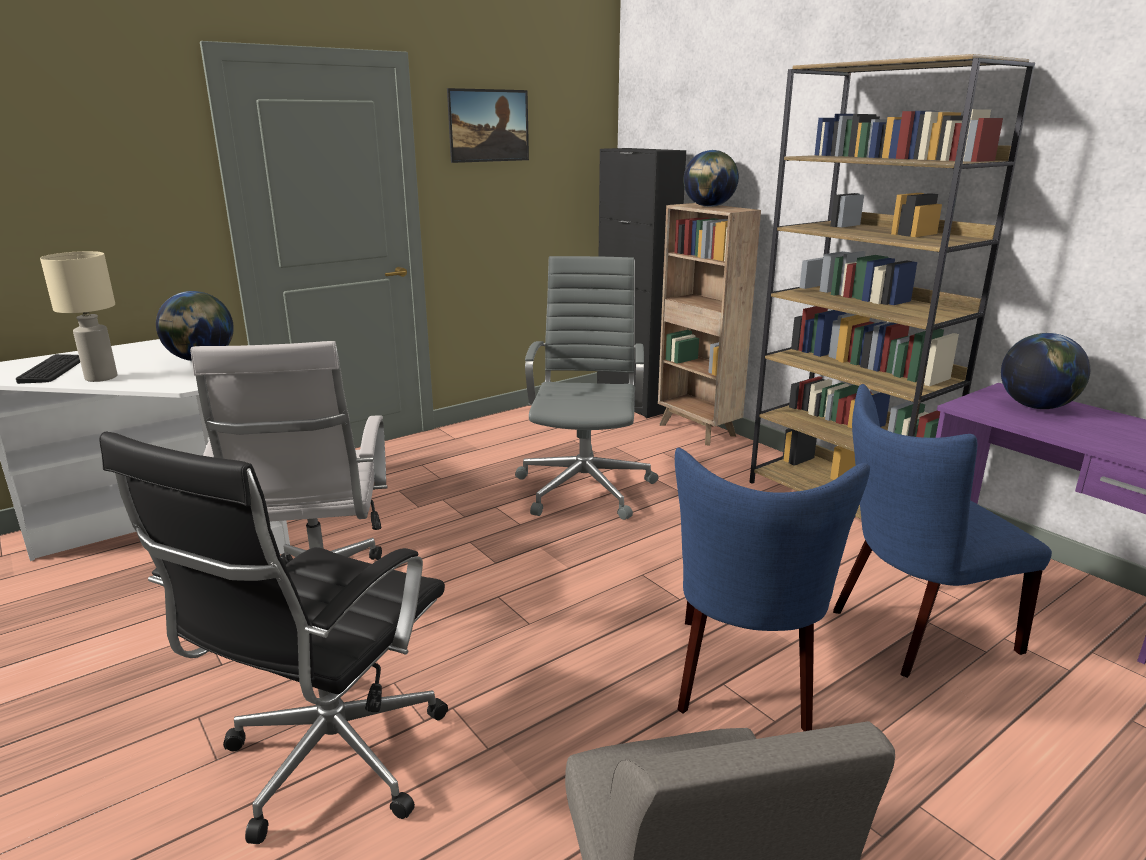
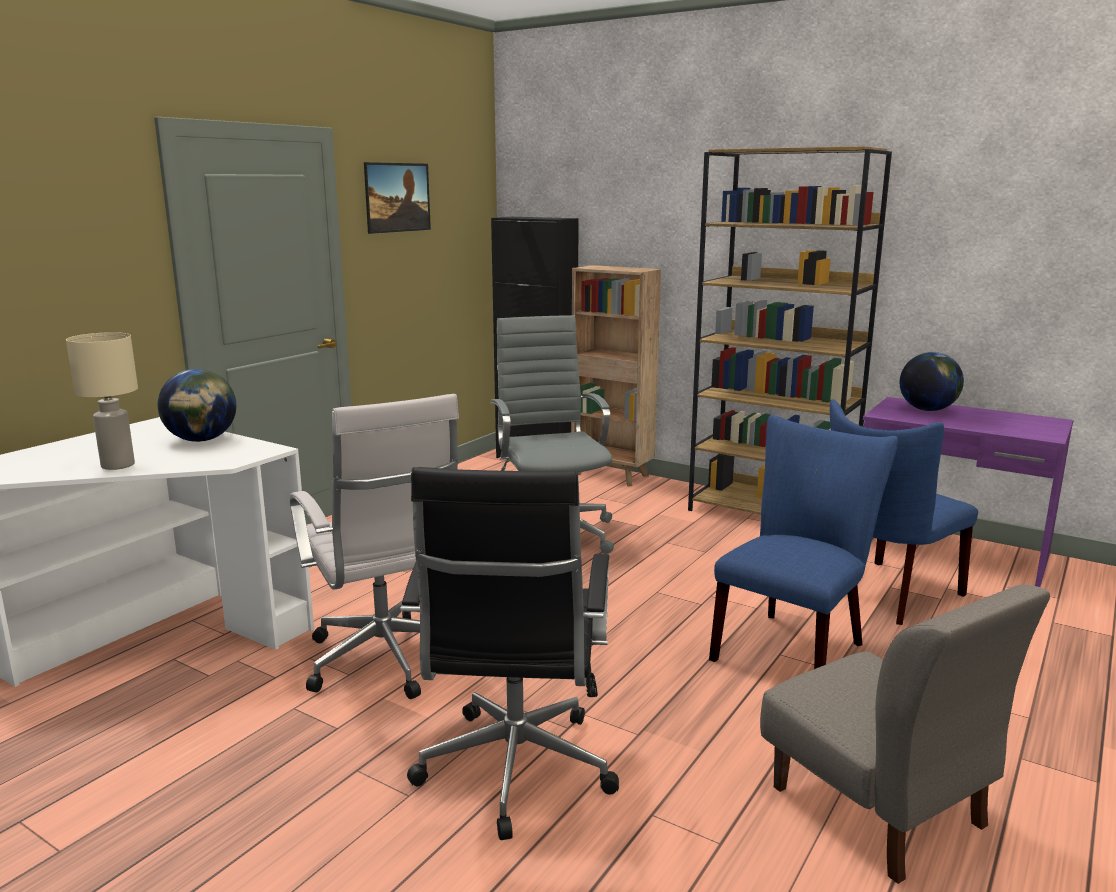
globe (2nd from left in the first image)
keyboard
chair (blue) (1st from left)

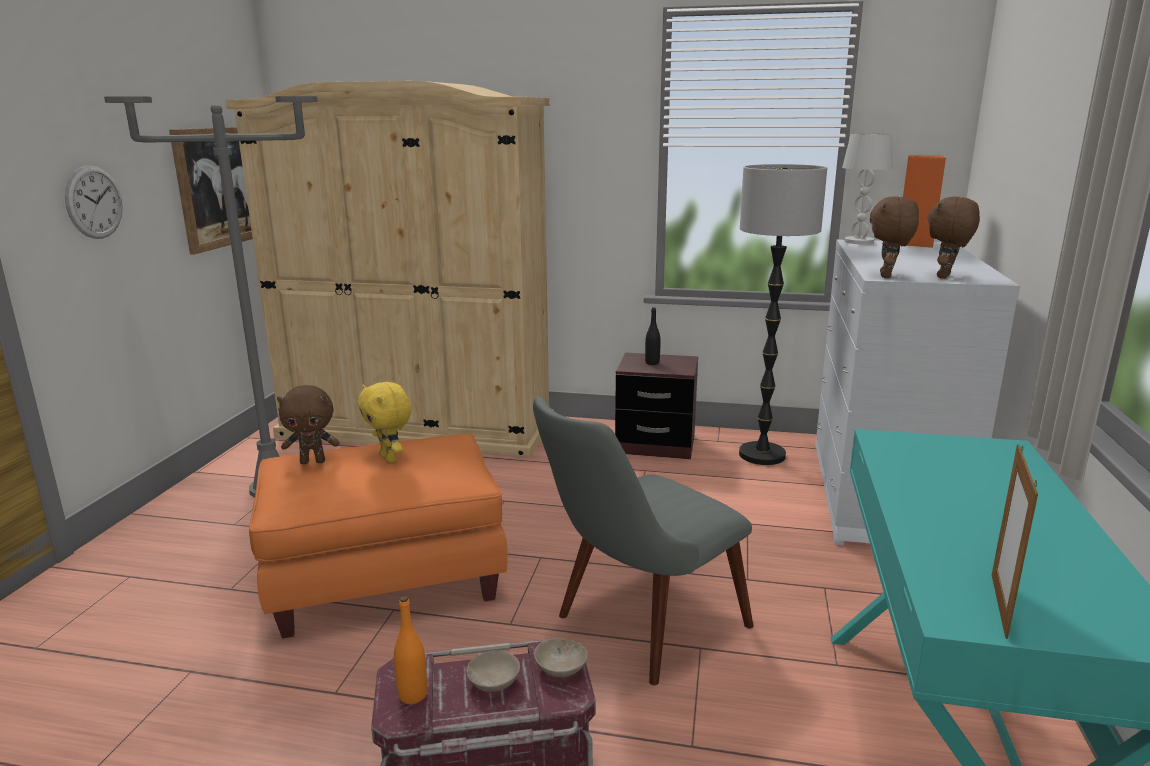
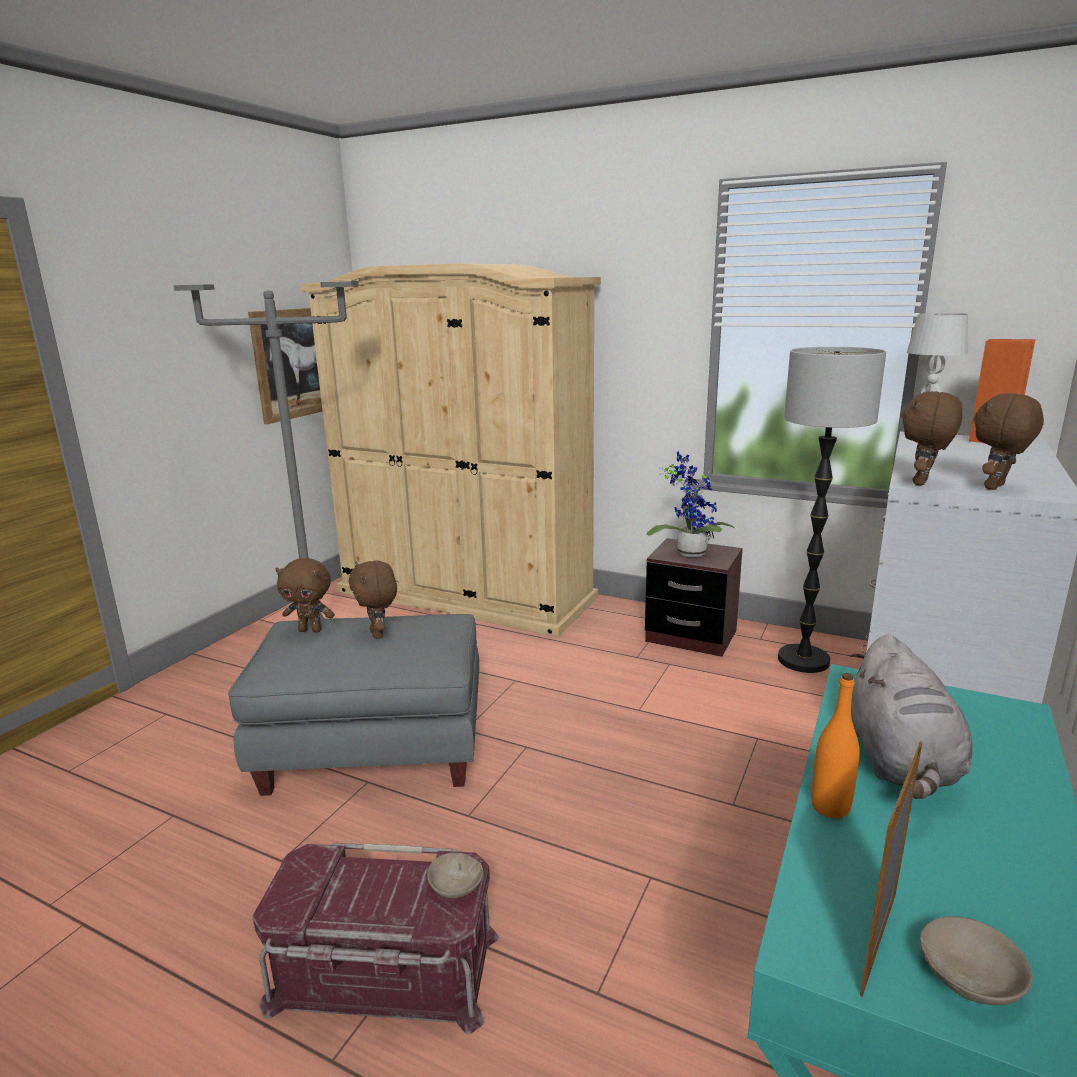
wall clock
potted plant
plush toy (brown) (2nd from left)
chair (grey)
ottoman (grey)
bottle (orange)
bowl (beige) (2nd from left)
plush toy (grey)

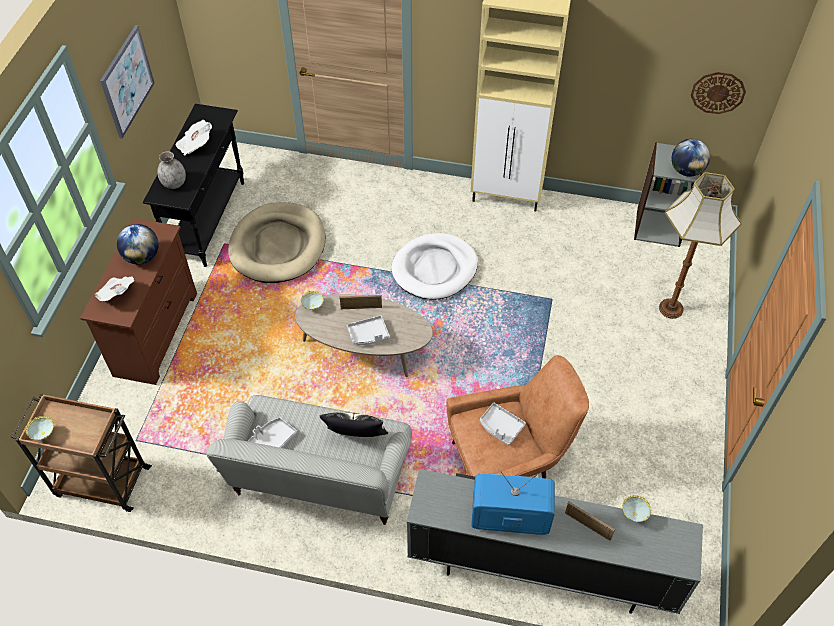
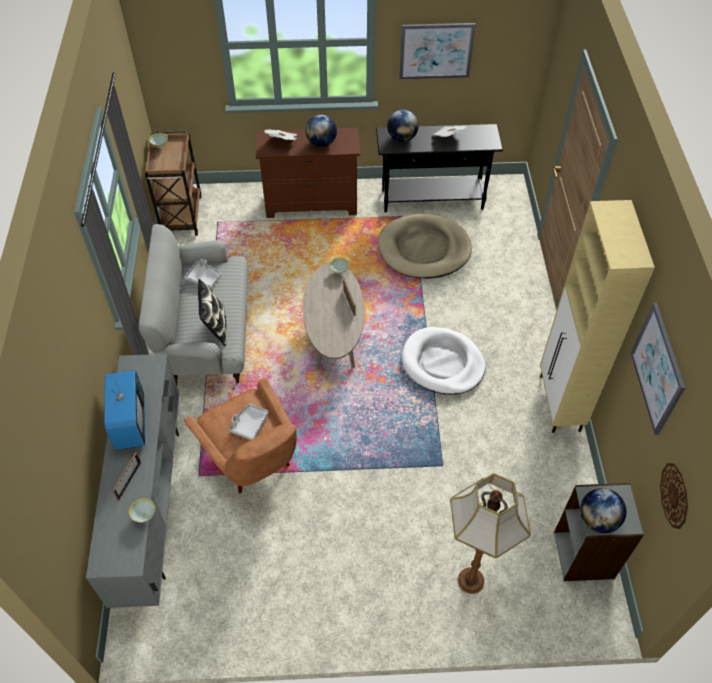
globe (2nd from left)
tray (grey) (2nd from left in the first image)
picture (2nd from left)

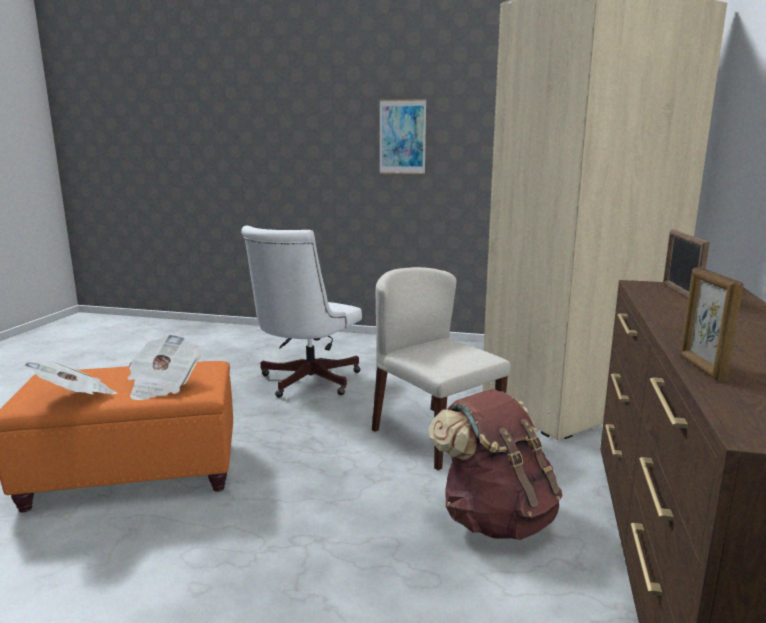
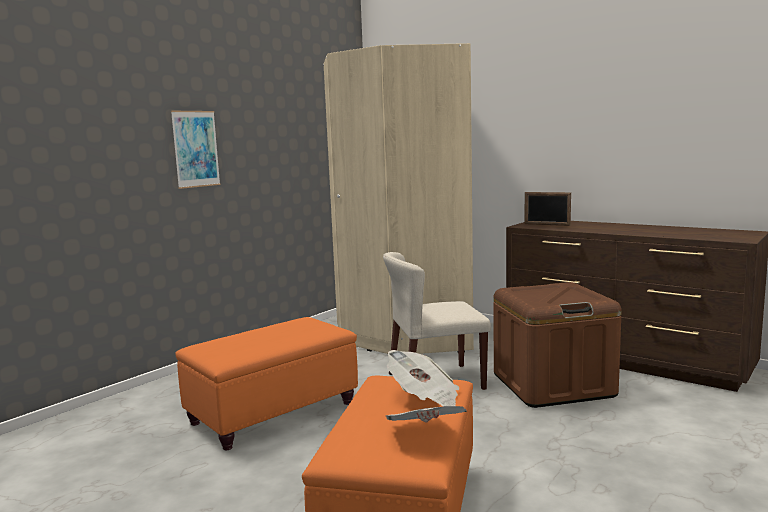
ottoman (orange) (1st from left)
picture frame (2nd from left in the first image)
storage box (brown)

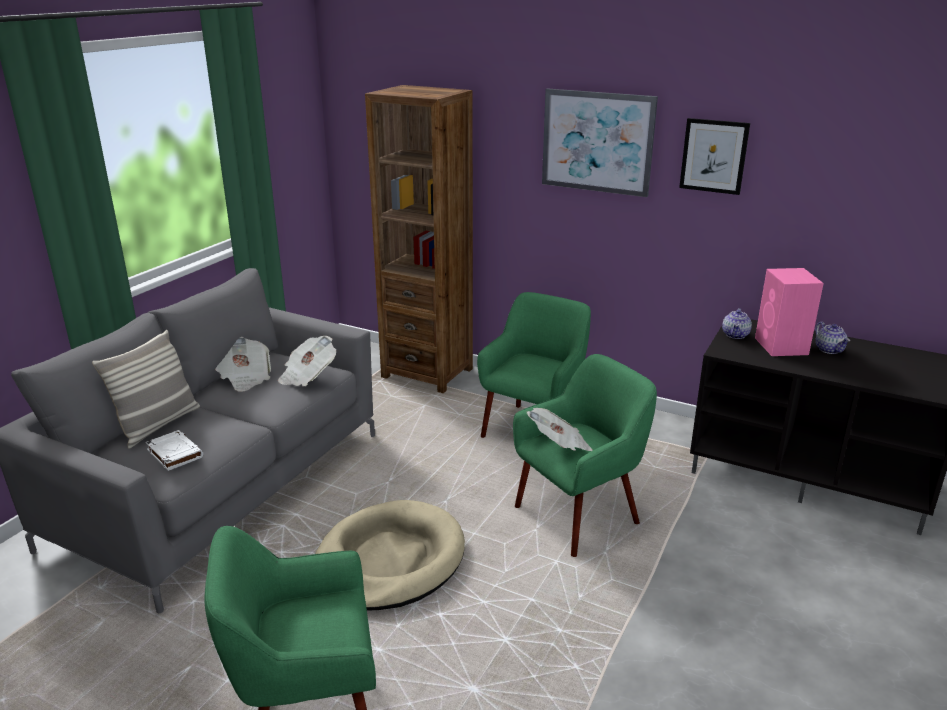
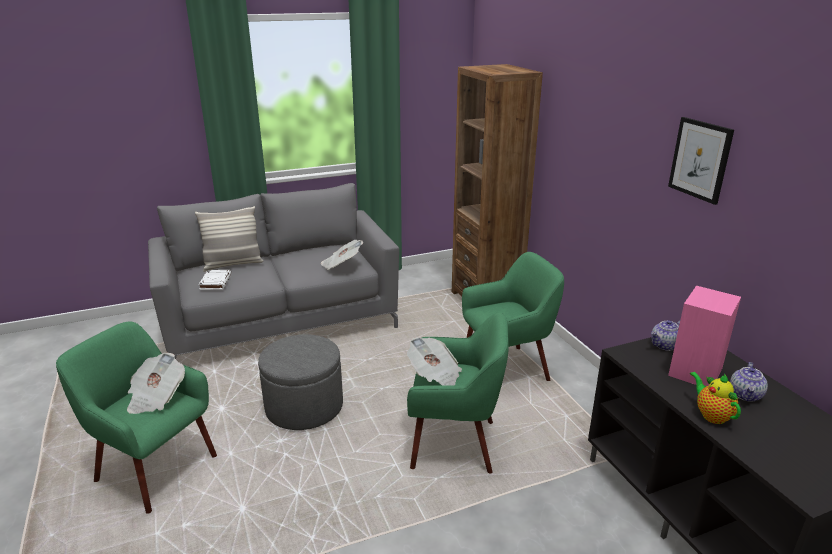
picture (1st from left in the first image)
newspaper (1st from left)
ottoman (grey)
teapot (2nd from left)

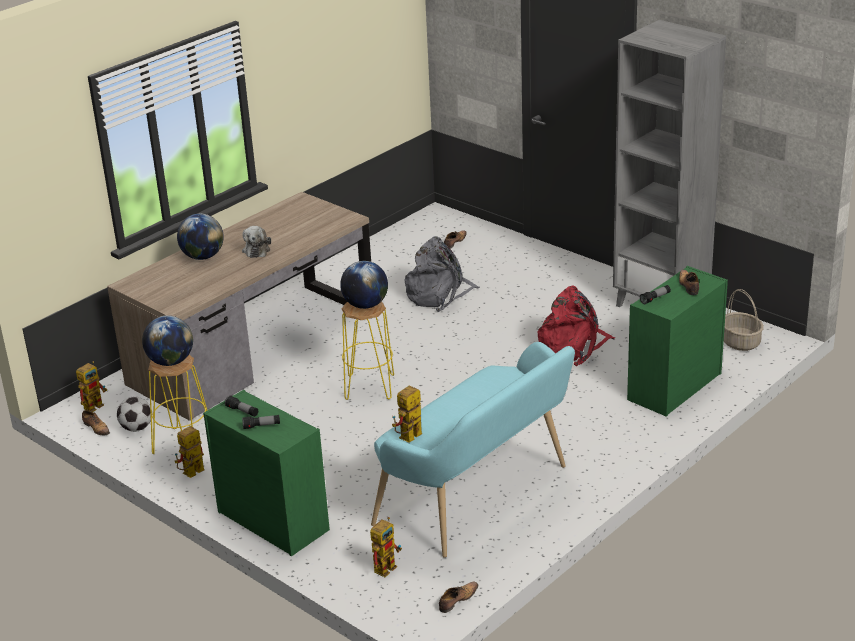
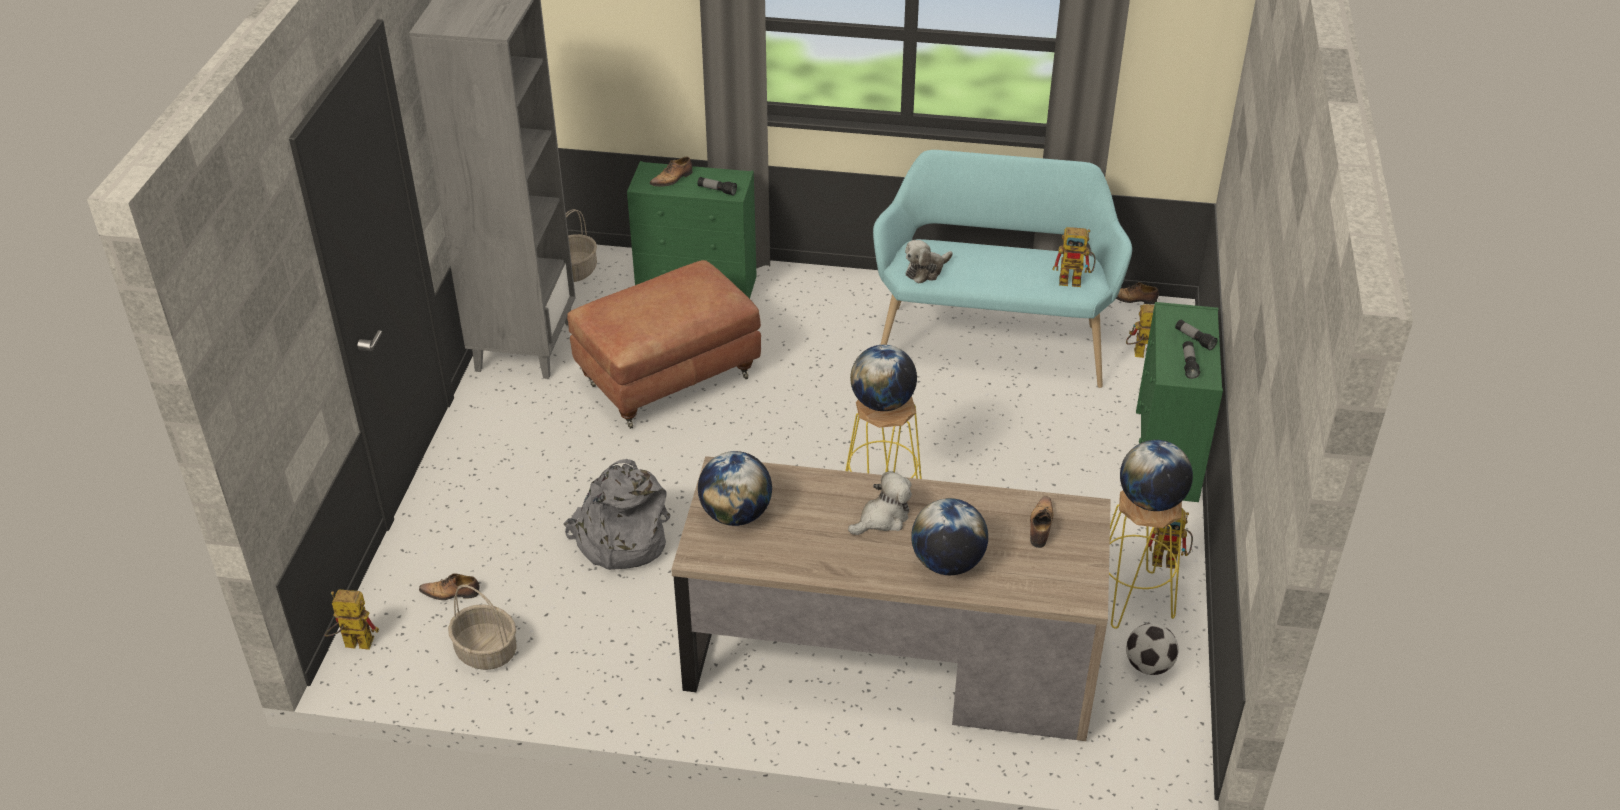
ottoman (brown)
toy robot (1st from left)
shoe (3rd from left)
plush toy (2nd from left)
globe (1st from left)
basket (1st from left)

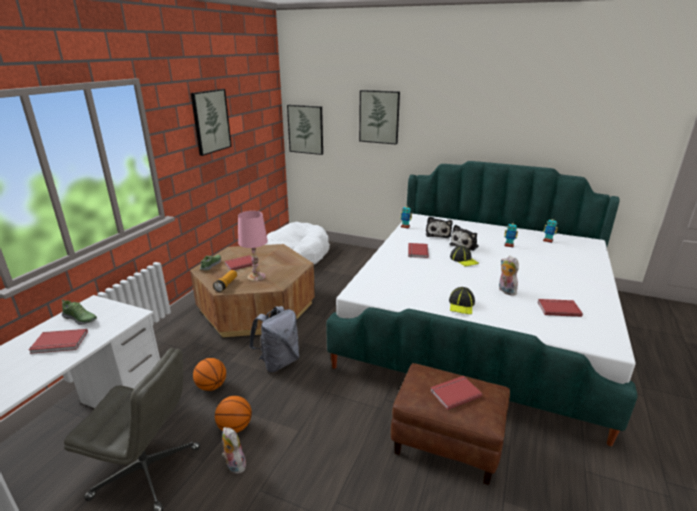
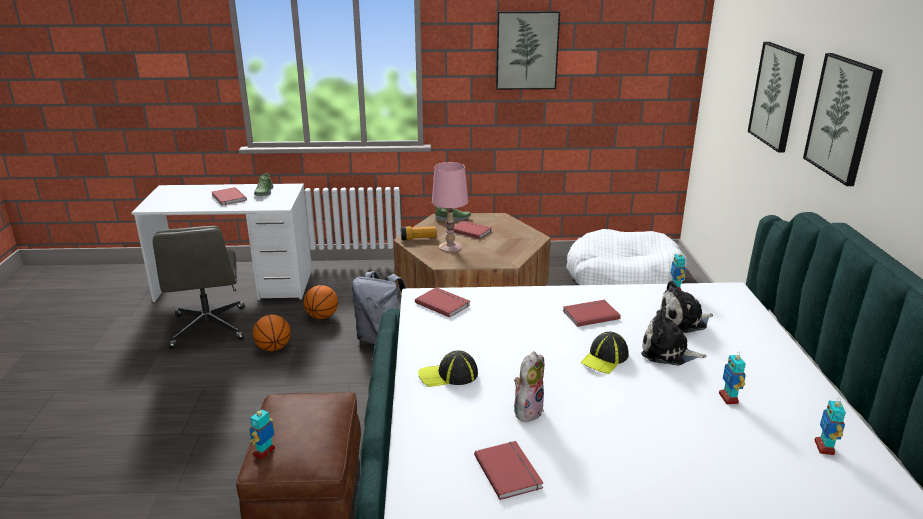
picture (3rd from left)
book (red) (2nd from left)
plush toy (1st from left in the first image)
toy robot (1st from left)

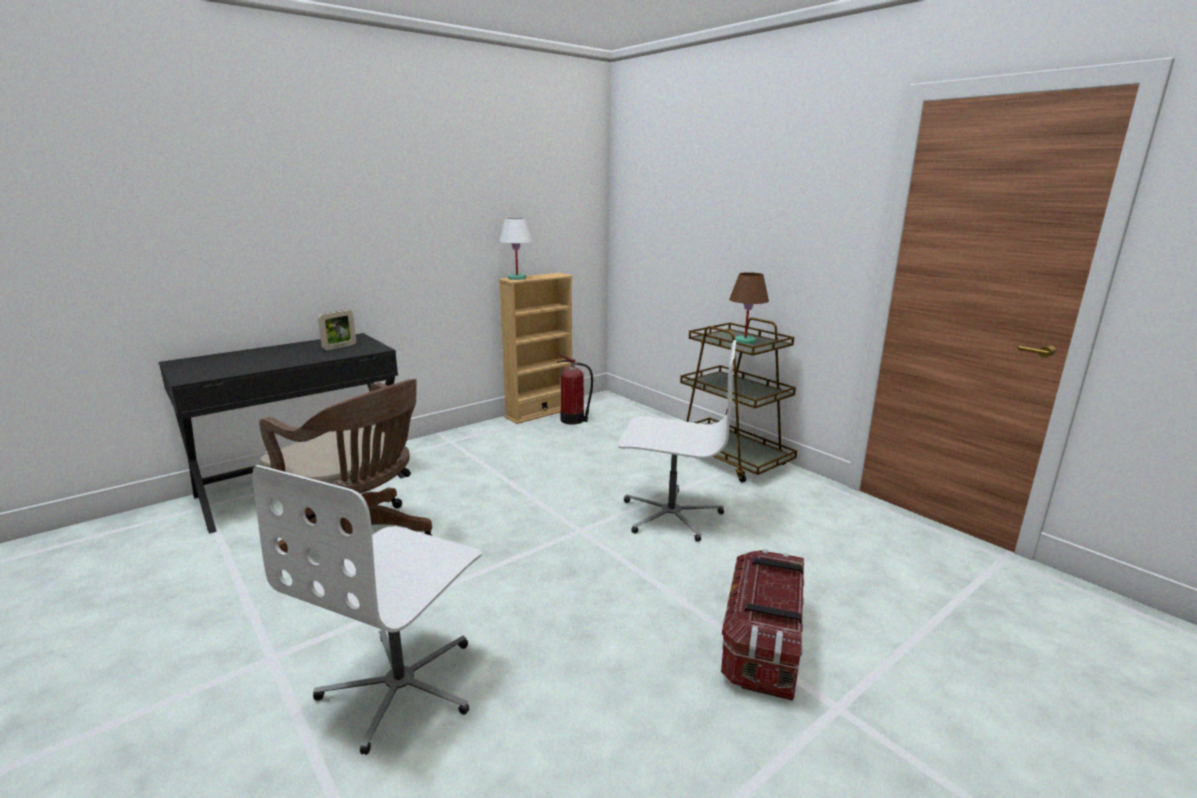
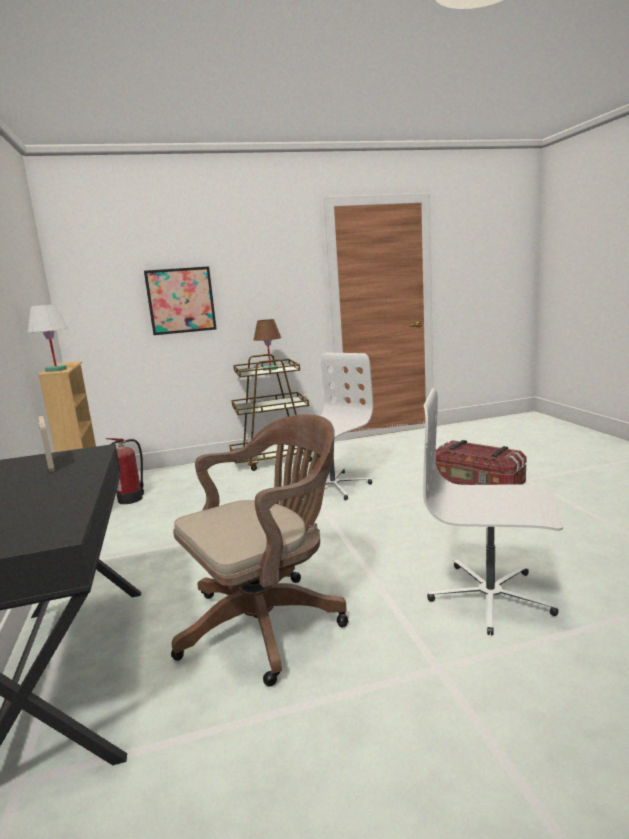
office chair (white) (2nd from left)
picture

